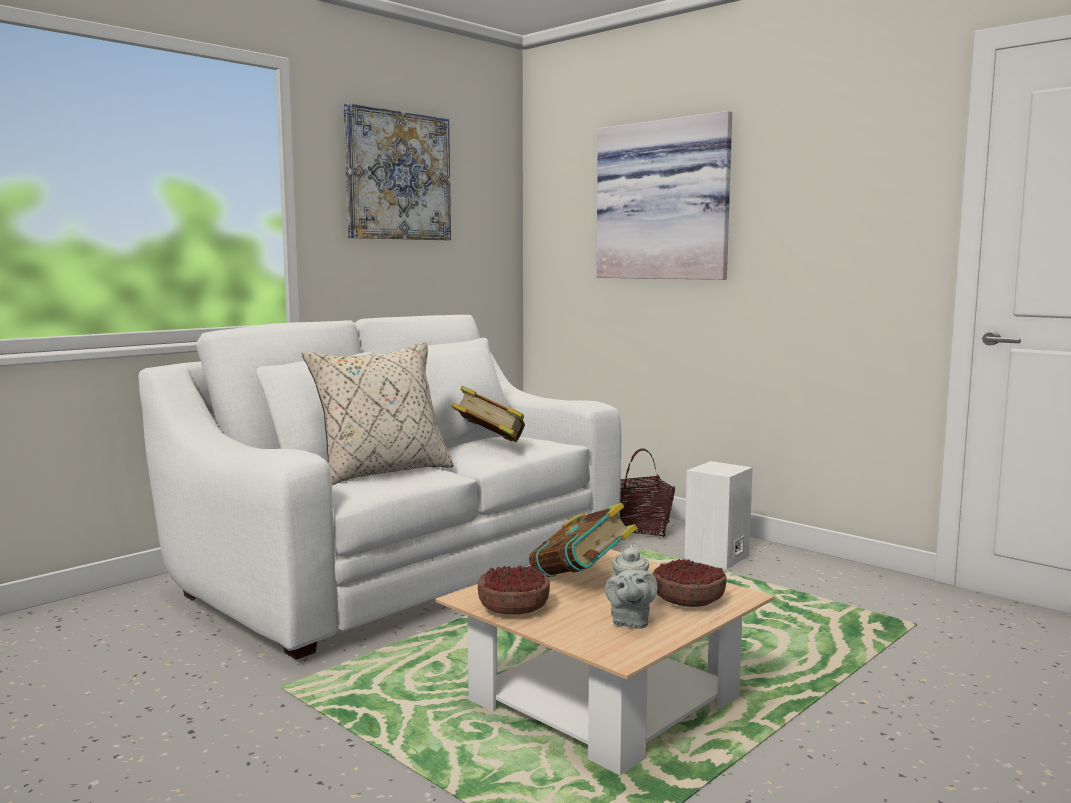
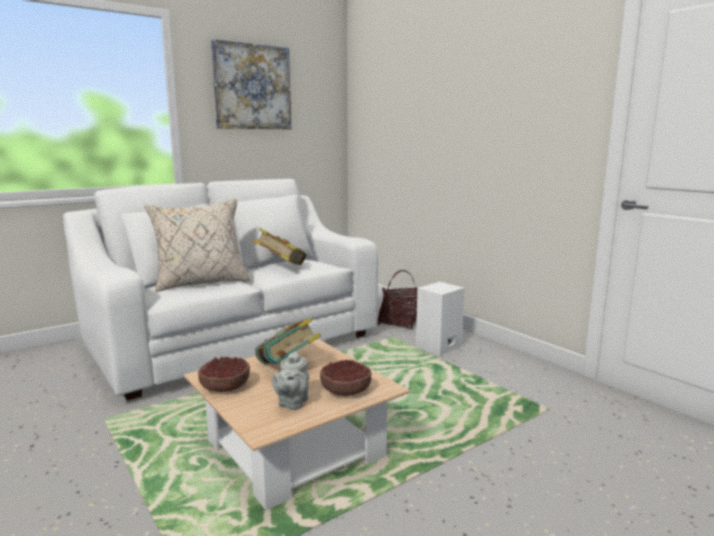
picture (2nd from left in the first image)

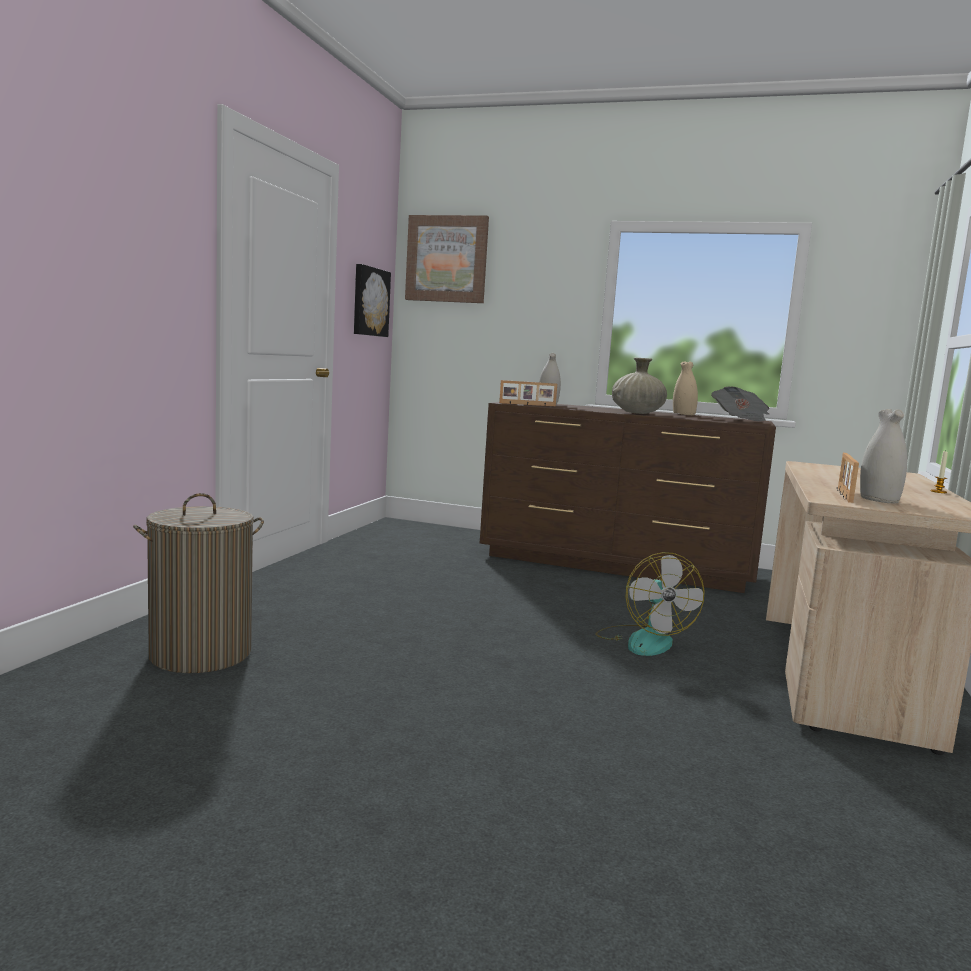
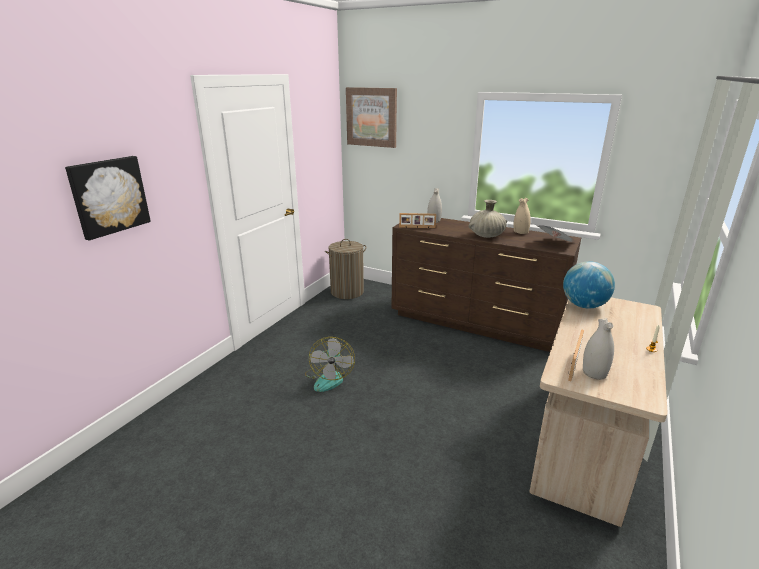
picture (1st from left)
laundry basket
fan
globe

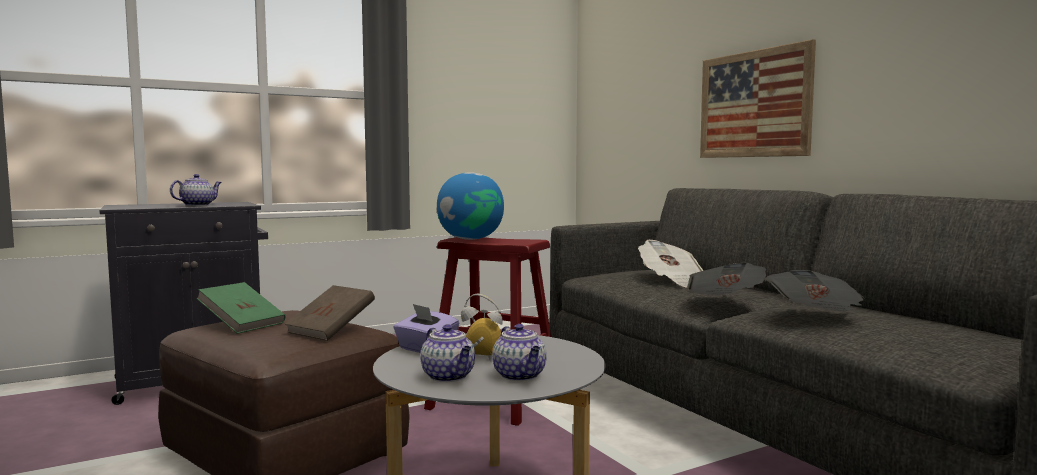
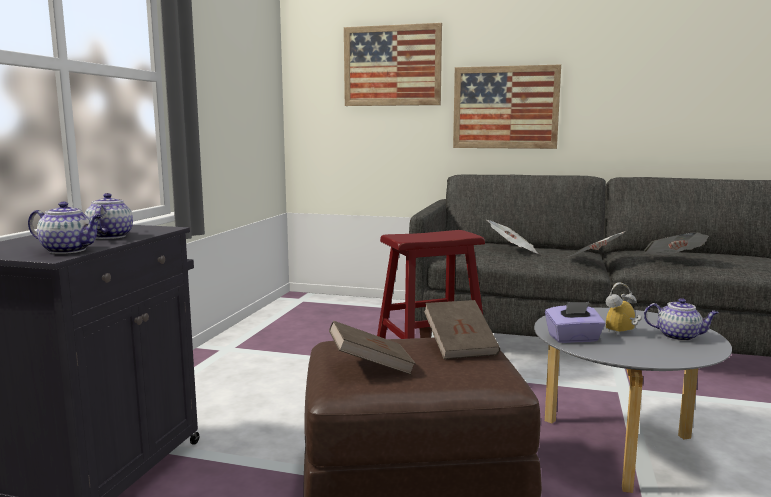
globe
book (brown) (1st from left)
teapot (1st from left)
picture (1st from left)

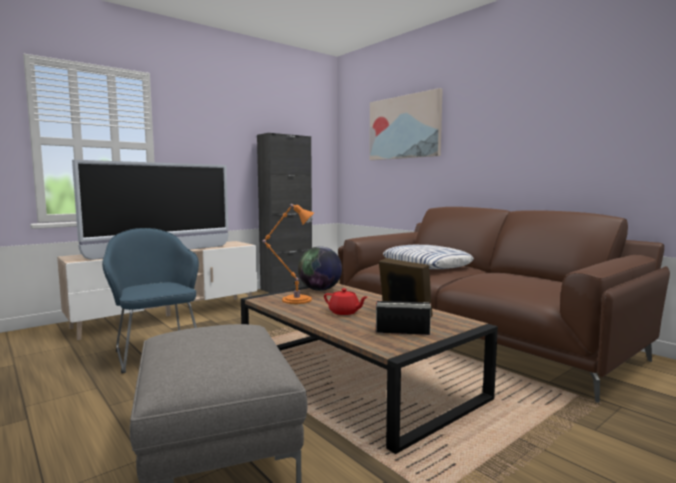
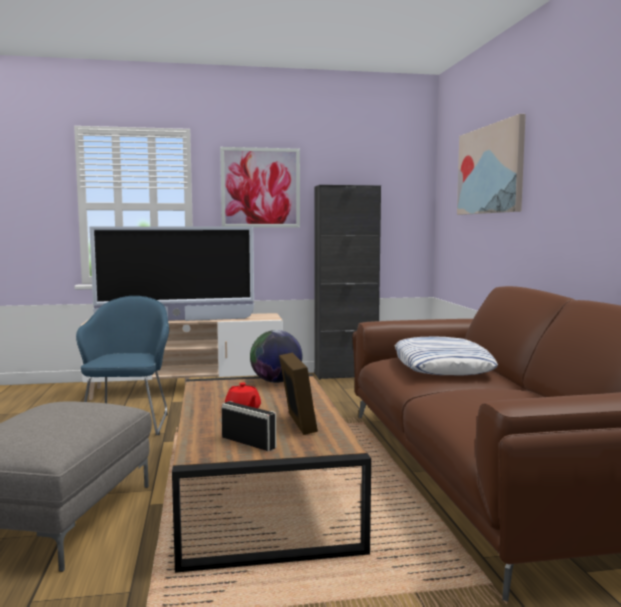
table lamp (orange)
picture (1st from left)

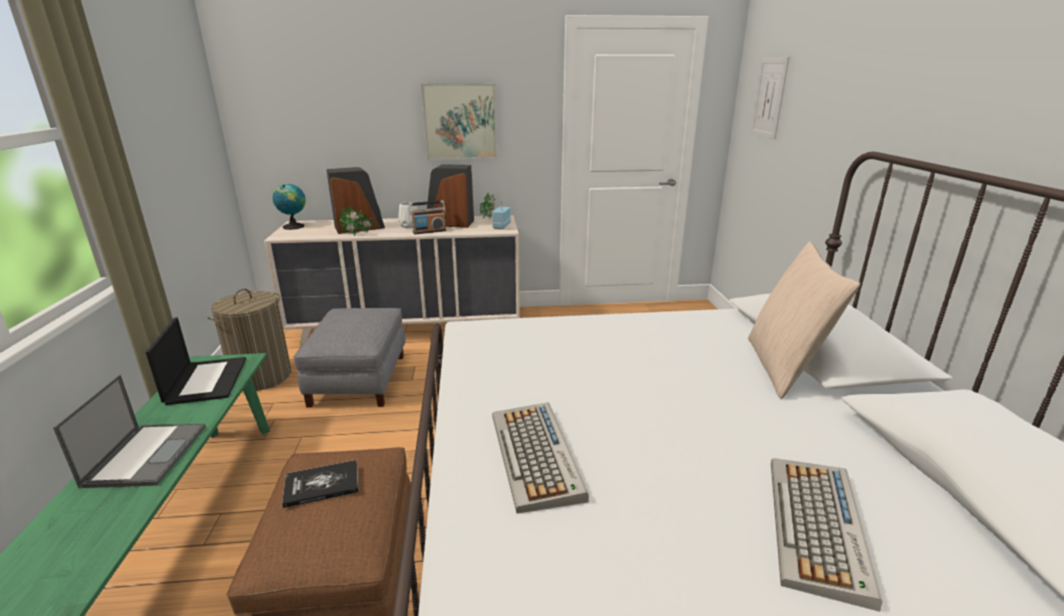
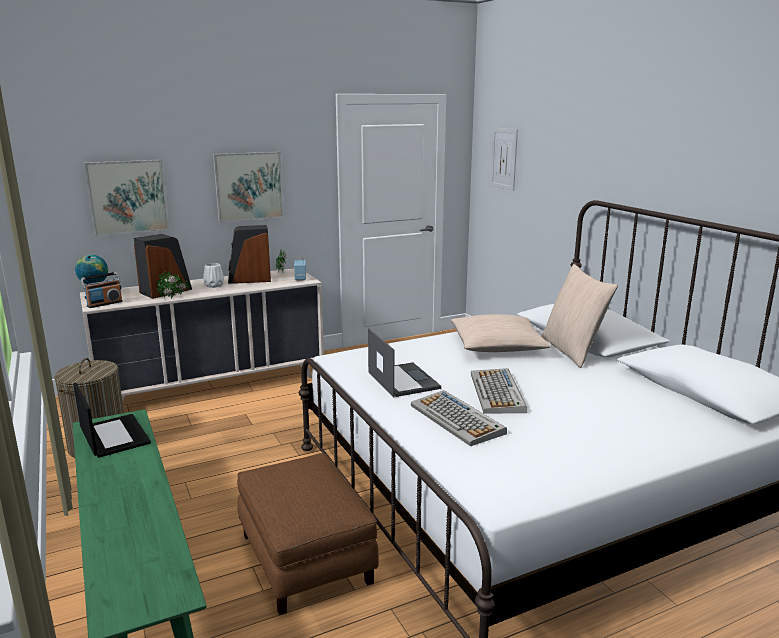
radio (1st from left)
ottoman (grey)
laptop (2nd from left)
keyboard (2nd from left)
book
picture (1st from left)
pillow (beige) (1st from left)

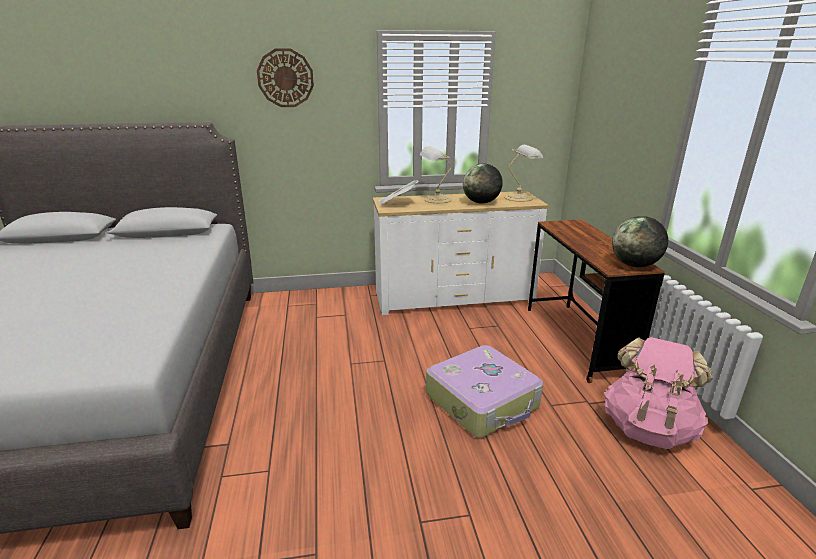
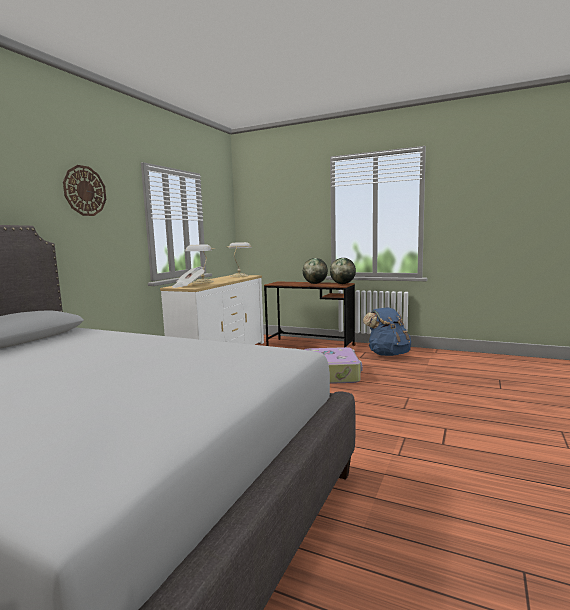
globe (1st from left)
backpack (blue)

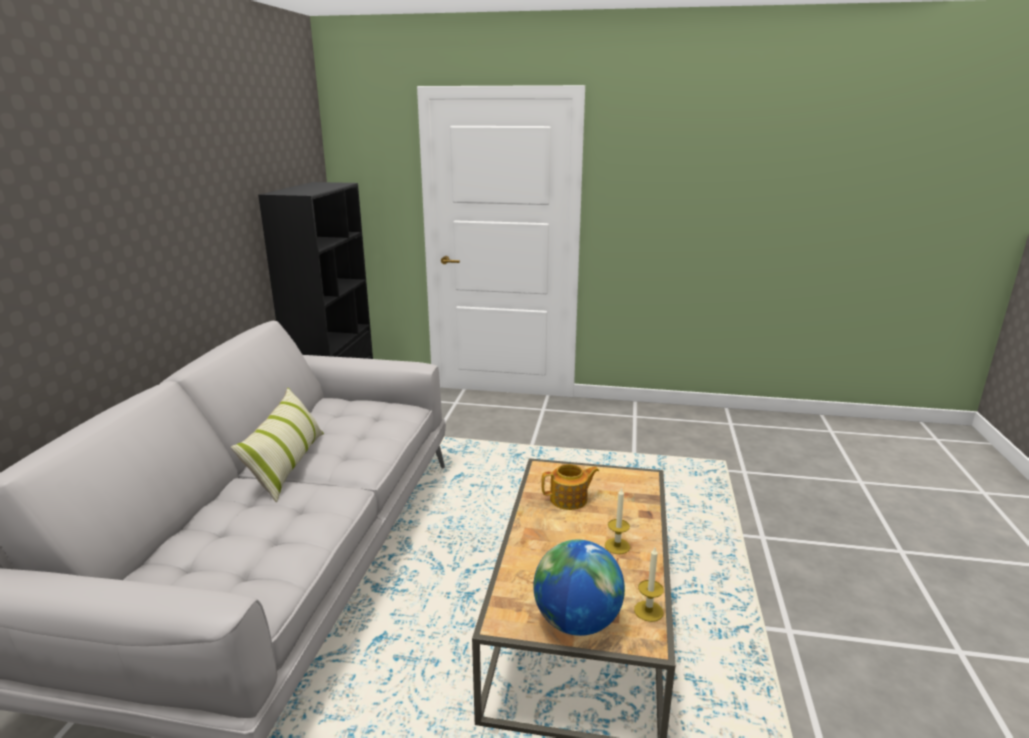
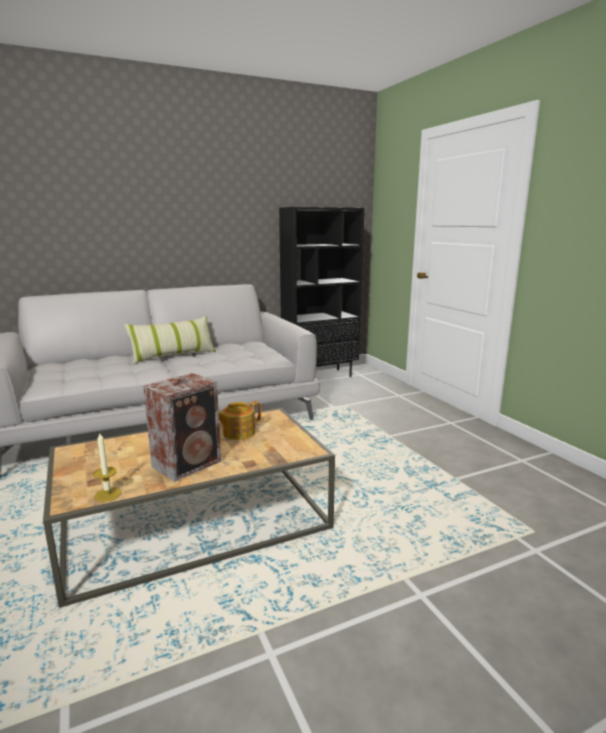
teapot
speaker
globe

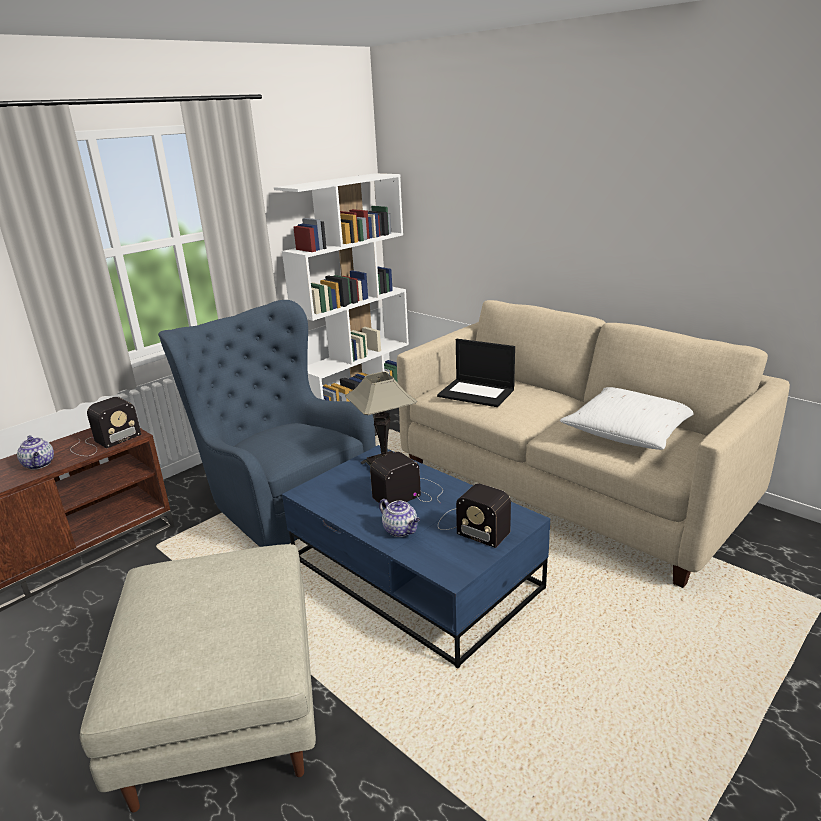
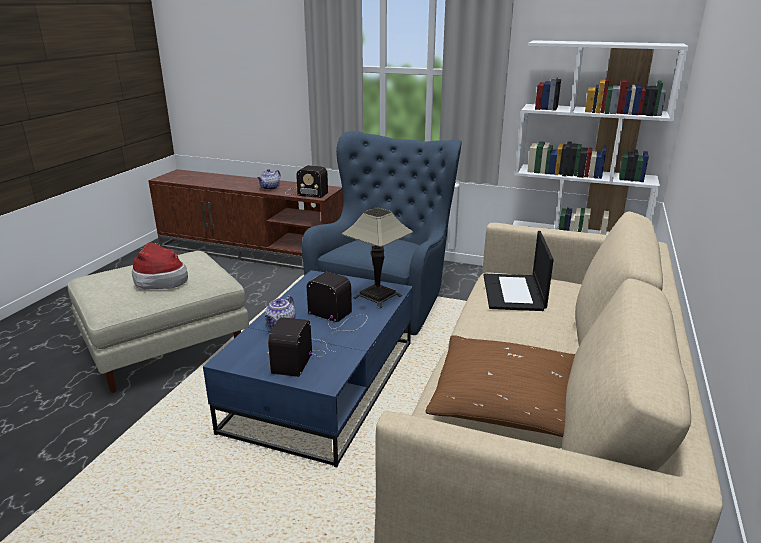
pillow (brown)
hat

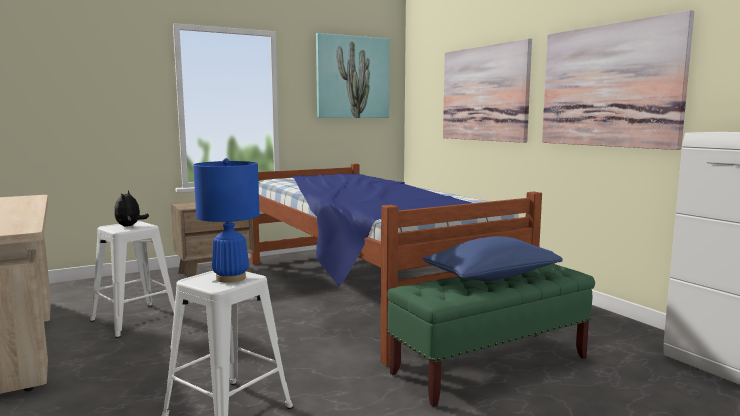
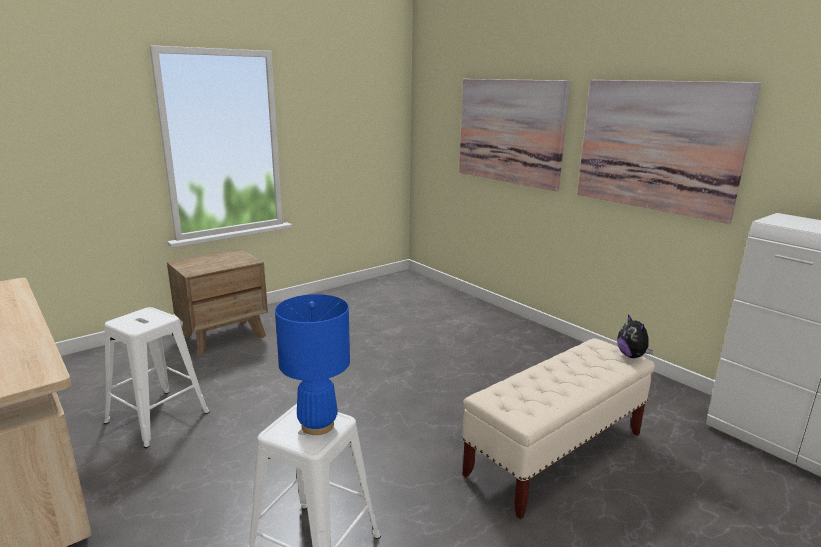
picture (1st from left in the first image)
bed
plush toy
pillow (blue)
bench (beige)

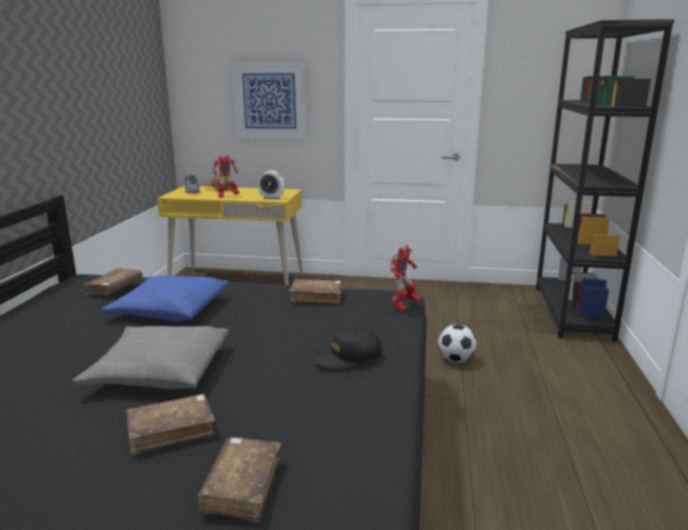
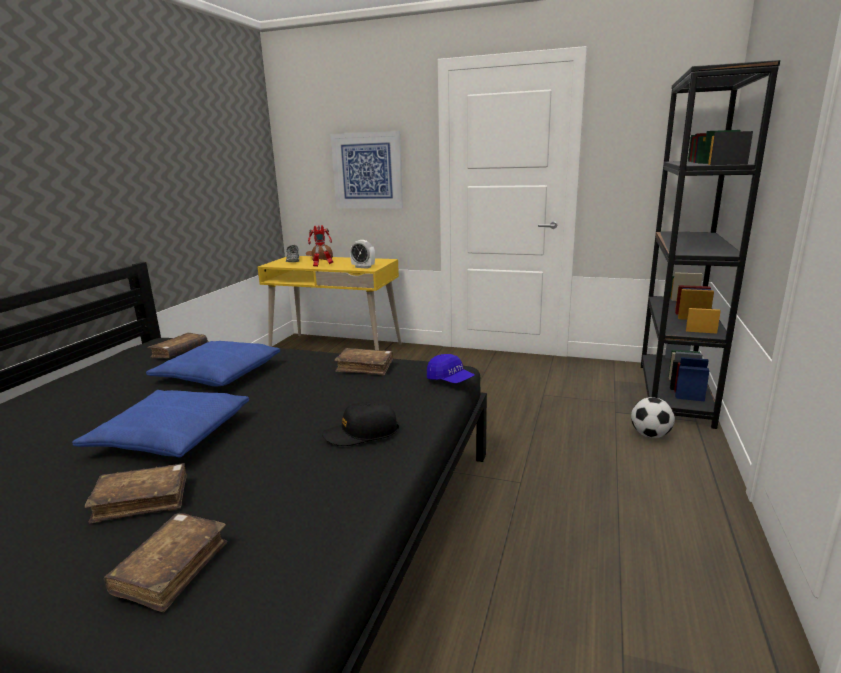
cap (blue)
football
pillow (blue) (1st from left)

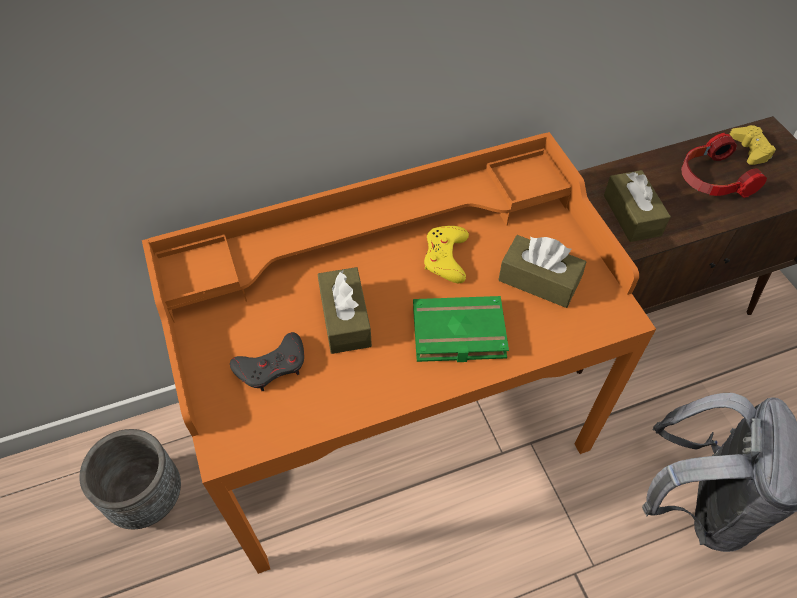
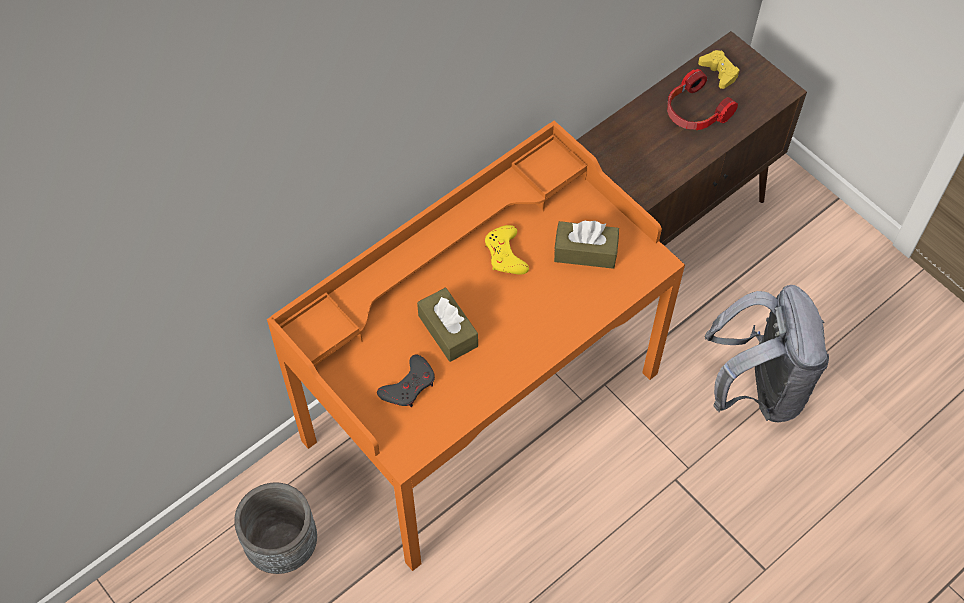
tissue box (brown) (3rd from left in the first image)
book (green)

